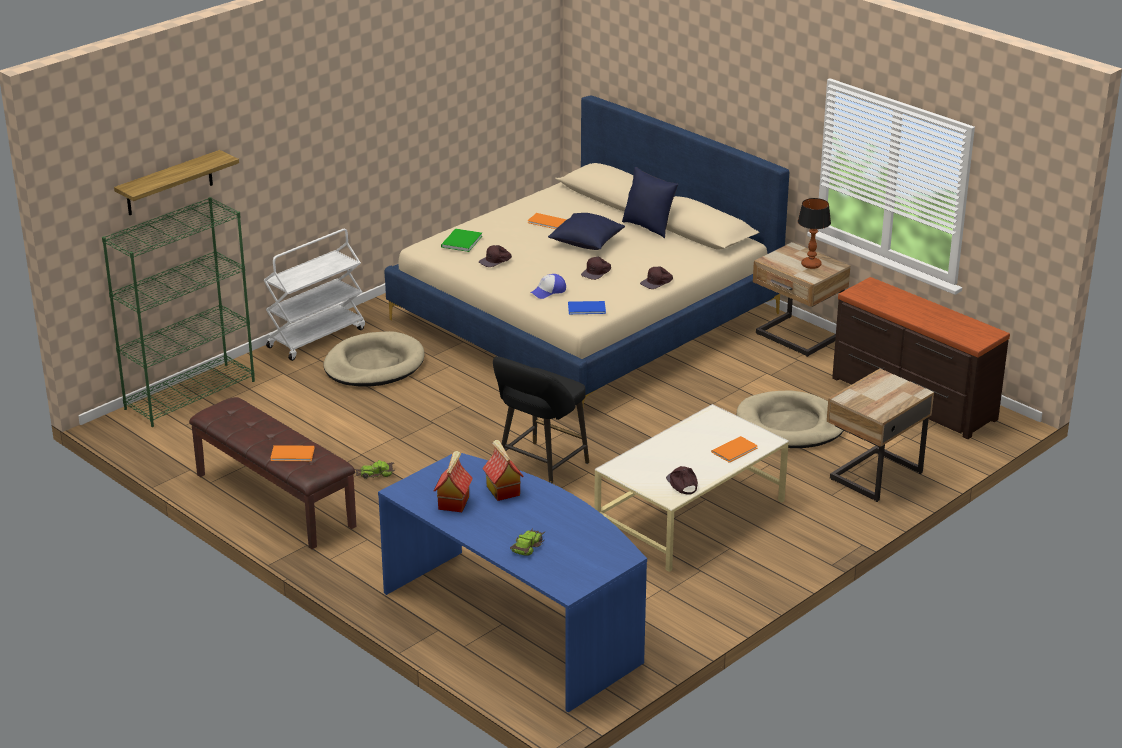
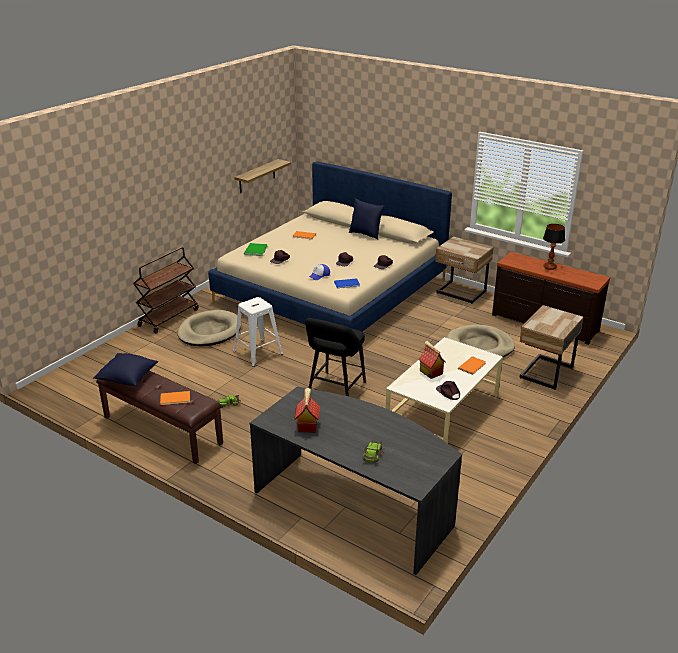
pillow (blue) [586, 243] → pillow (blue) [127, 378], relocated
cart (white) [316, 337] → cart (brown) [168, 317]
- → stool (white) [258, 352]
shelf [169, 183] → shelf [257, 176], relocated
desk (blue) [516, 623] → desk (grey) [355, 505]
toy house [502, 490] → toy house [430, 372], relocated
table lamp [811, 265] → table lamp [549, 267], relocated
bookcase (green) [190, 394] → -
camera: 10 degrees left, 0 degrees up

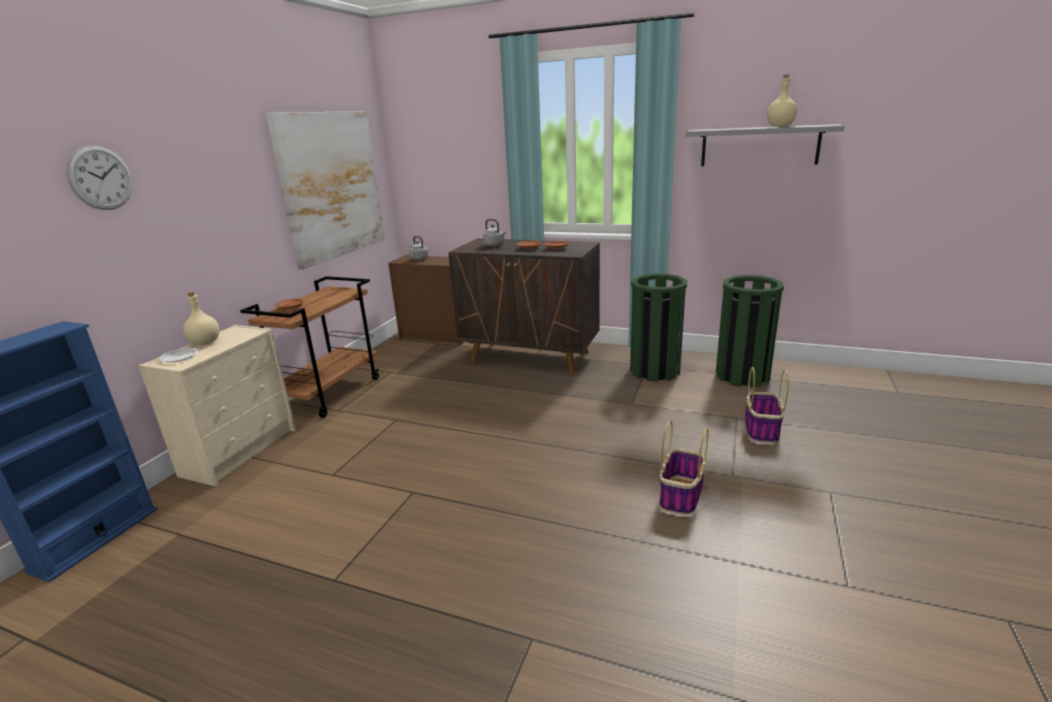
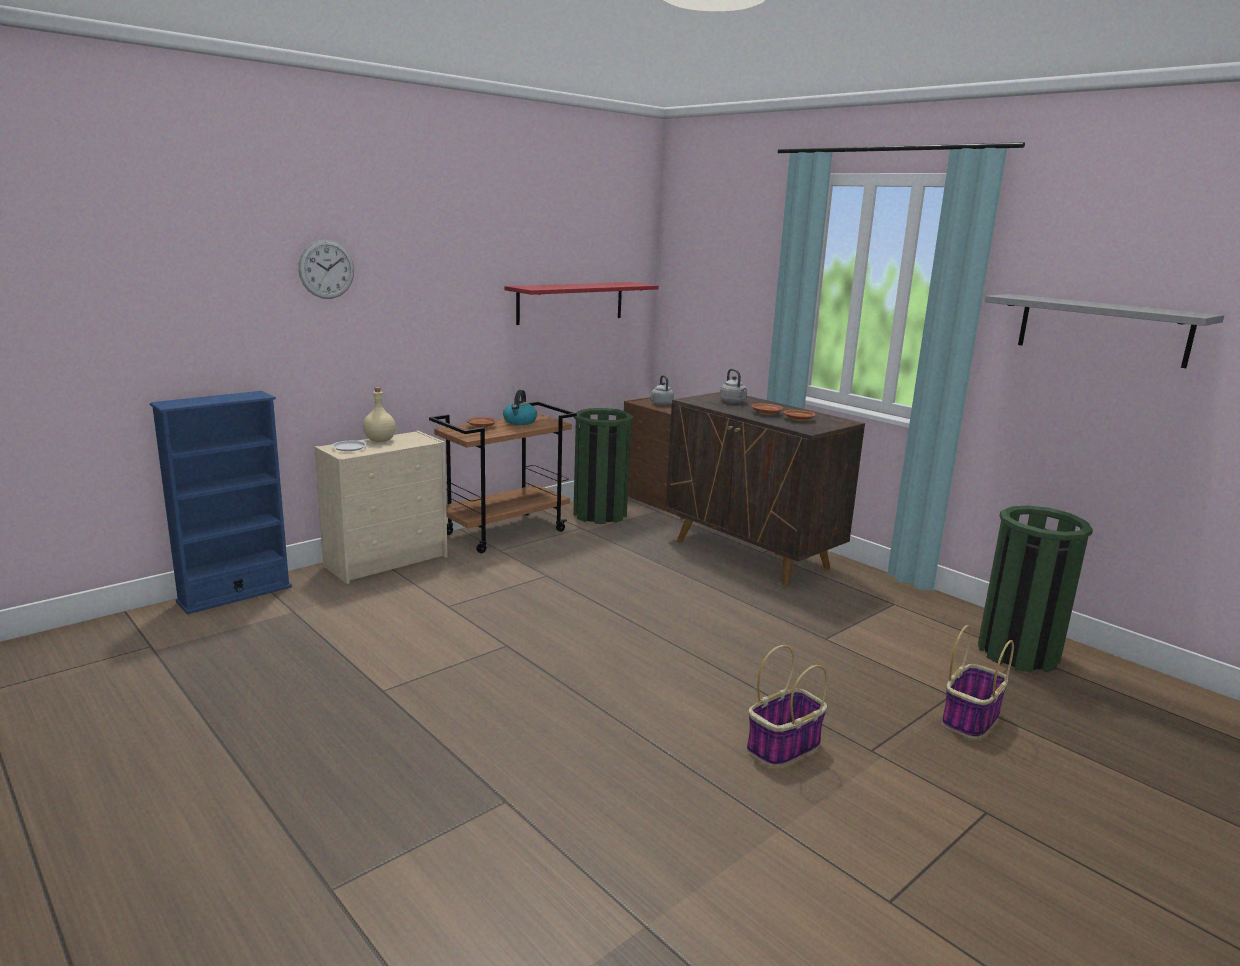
- → kettle [520, 422]
picture [332, 185] → shelf (red) [571, 302]
trash can (green) [655, 370] → trash can (green) [600, 514], relocated
bottle (beige) [780, 126] → -
camera: 25 degrees right, 5 degrees down

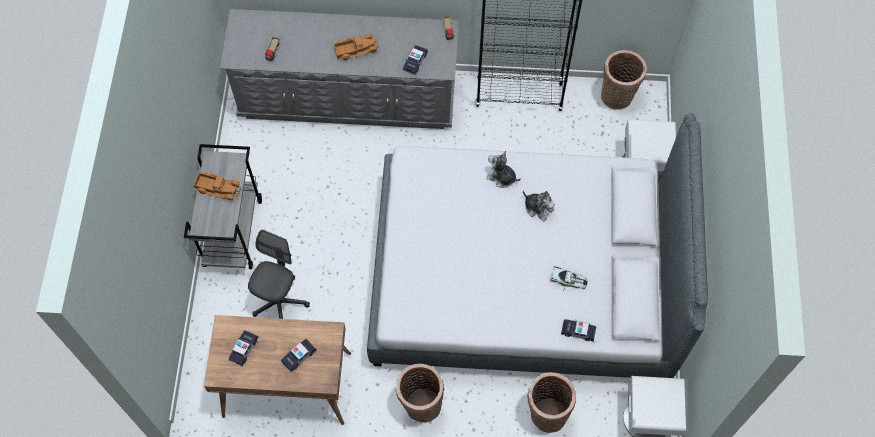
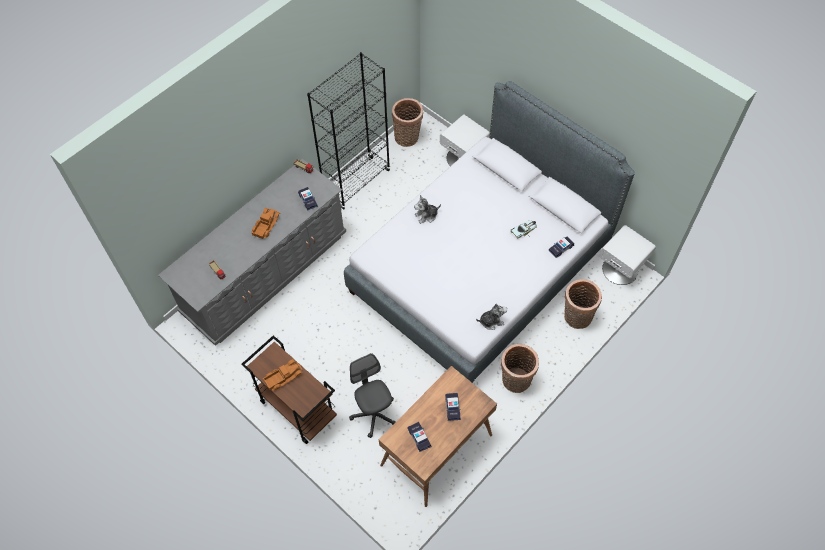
cart (grey) [233, 231] → cart (brown) [296, 408]
plush toy [538, 208] → plush toy [491, 321], relocated
camera: 50 degrees left, 5 degrees down

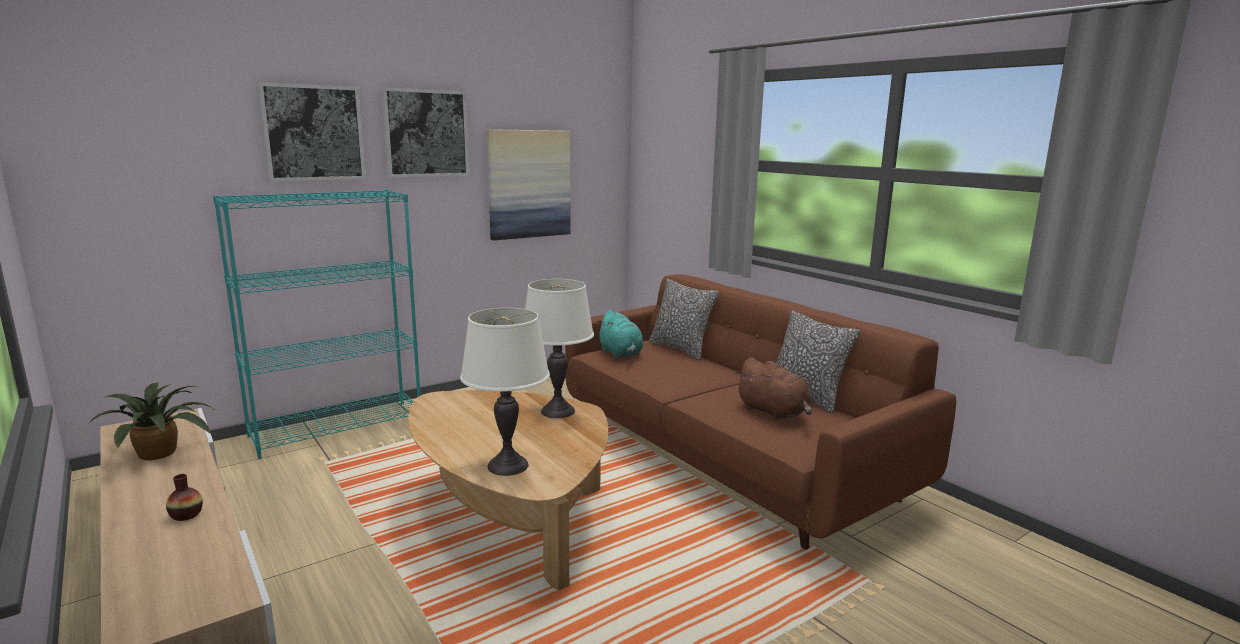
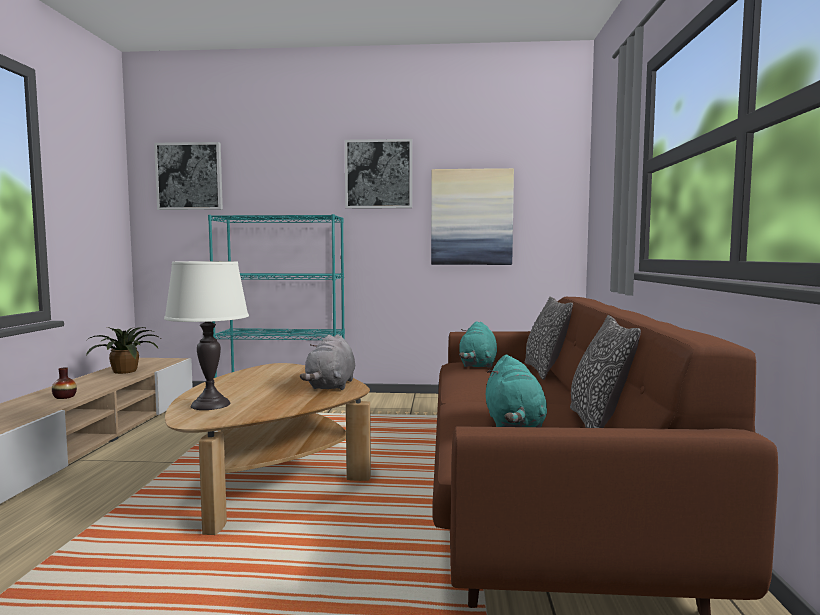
picture [313, 133] → picture [189, 176], relocated
table lamp (white) [558, 411] → plush toy (grey) [331, 386]
plush toy (brown) [774, 412] → plush toy (turquoise) [514, 425]
camera: 40 degrees right, 10 degrees down

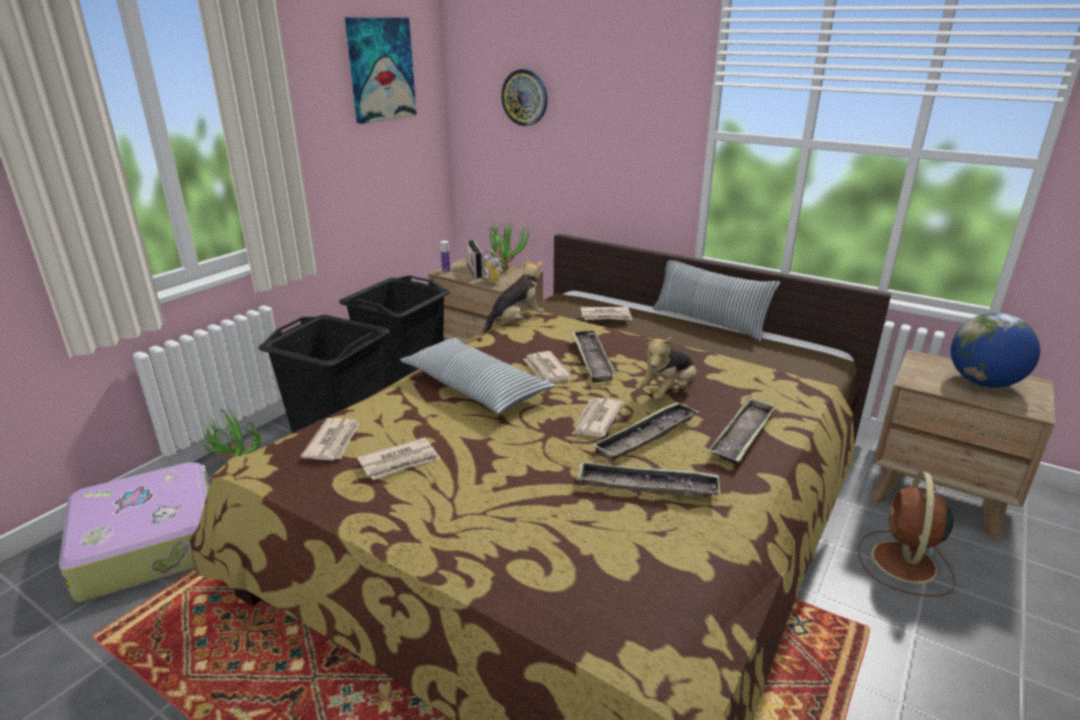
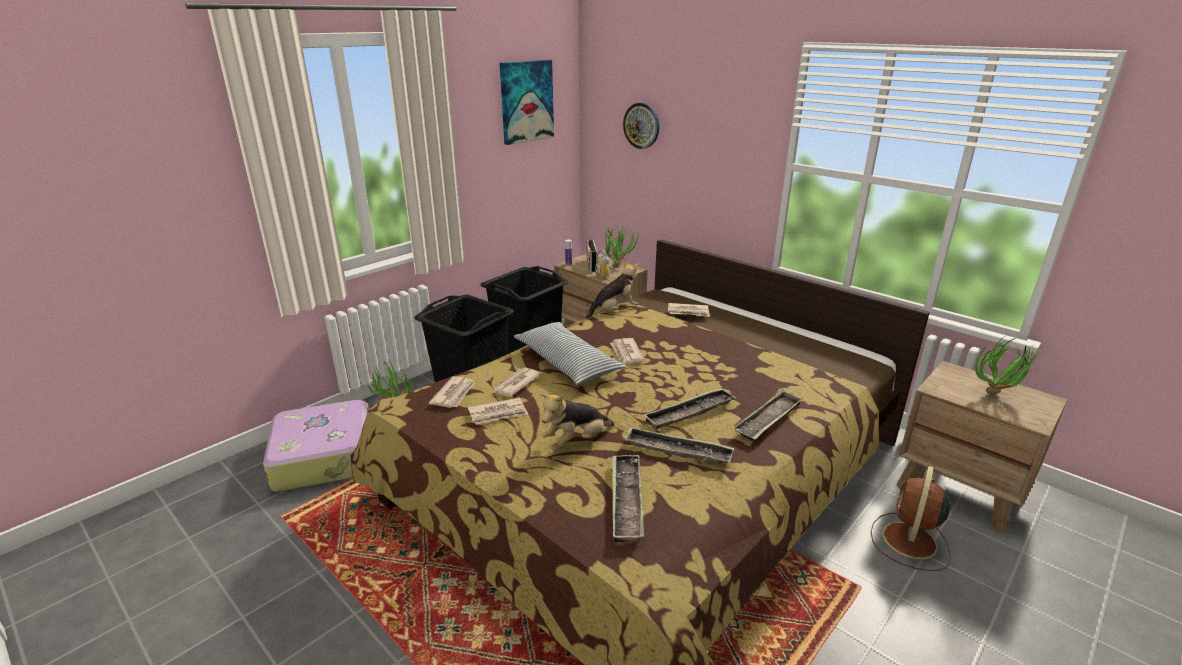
newspaper [596, 420] → newspaper [515, 384], relocated
plush toy [667, 392] → plush toy [576, 442], relocated
tray [592, 359] → tray [626, 501], relocated
globe [983, 383] → potted plant [999, 395]
pillow [709, 322] → -
camera: 10 degrees right, 0 degrees up

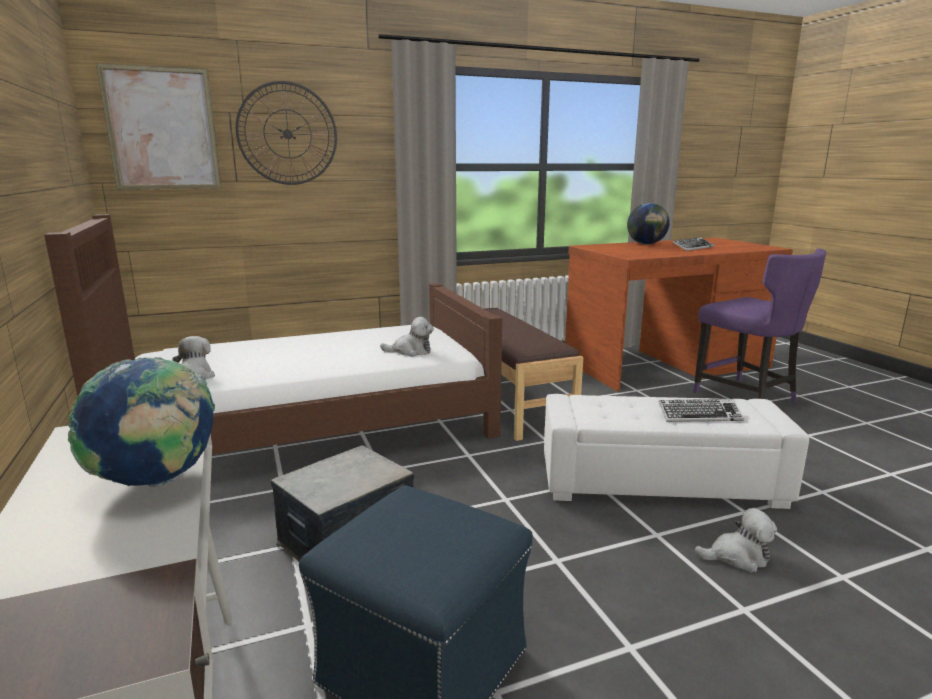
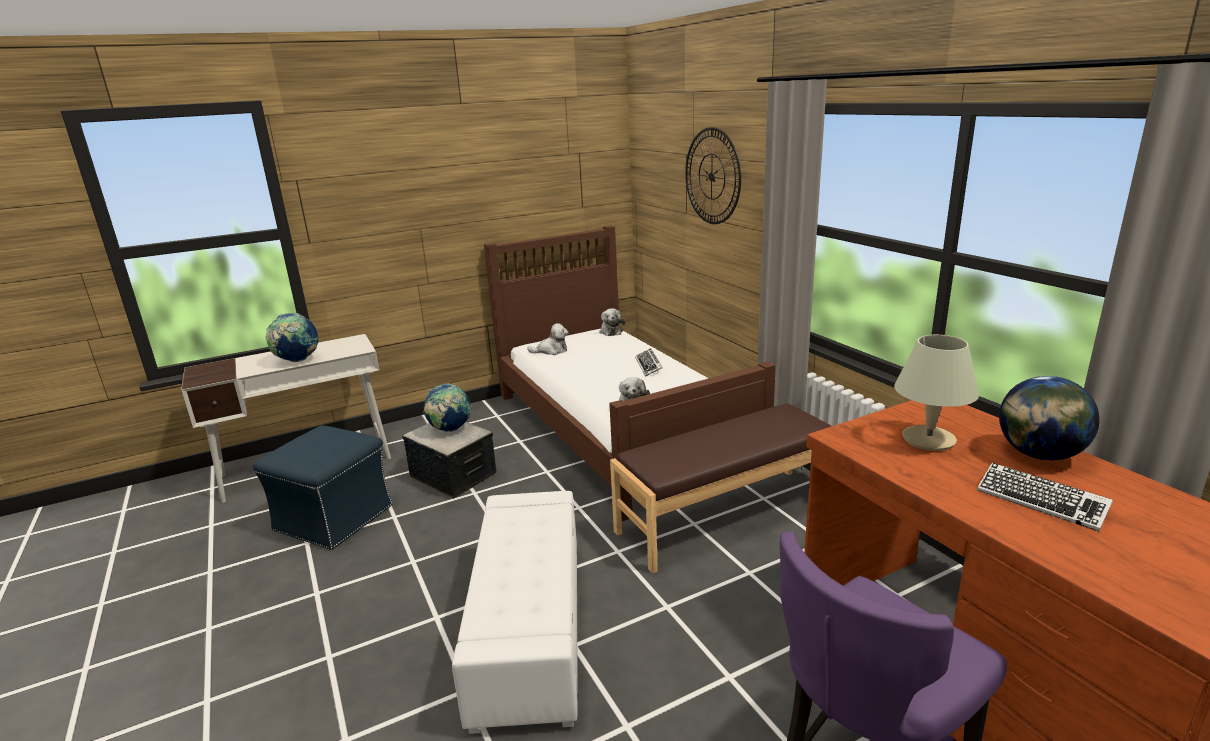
- → globe [450, 430]
plush toy [737, 557] → plush toy [611, 331], relocated
keyboard [699, 415] → keyboard [649, 365], relocated
- → table lamp (beige) [927, 439]
picture [162, 129] → -
camera: 85 degrees right, 5 degrees up

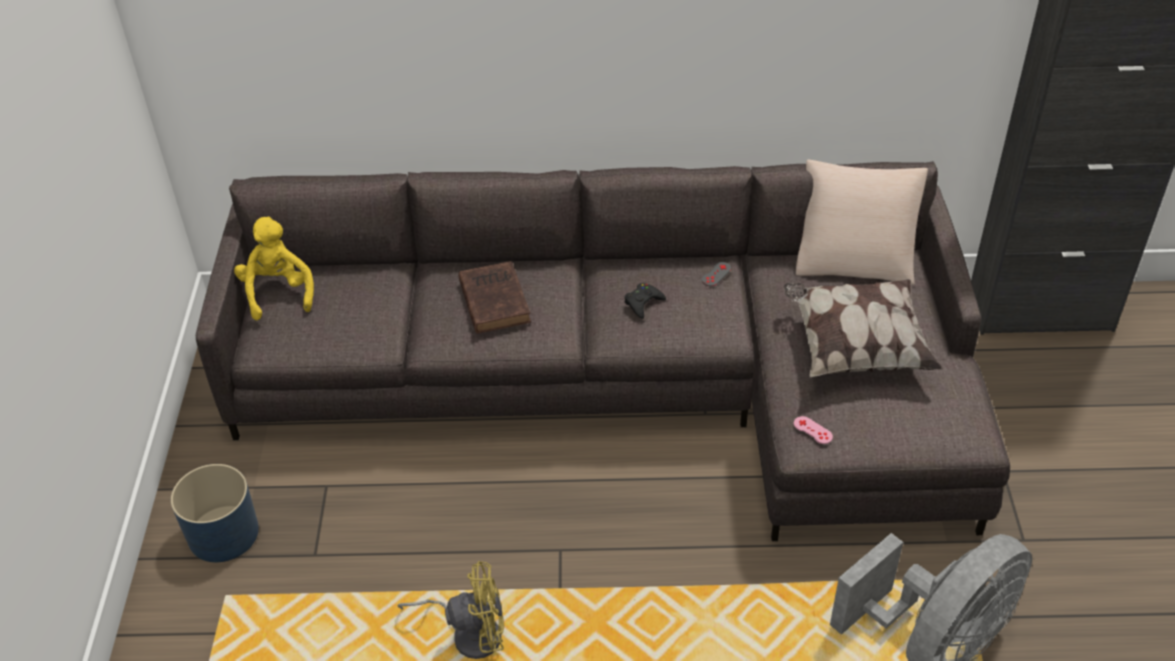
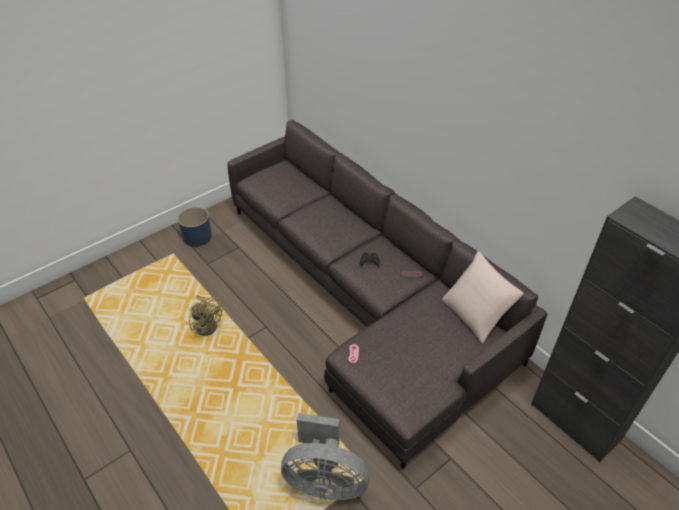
plush toy (yellow) [278, 292] → -
book (brown) [494, 300] → -
pillow [856, 347] → -
camera: 50 degrees right, 0 degrees up

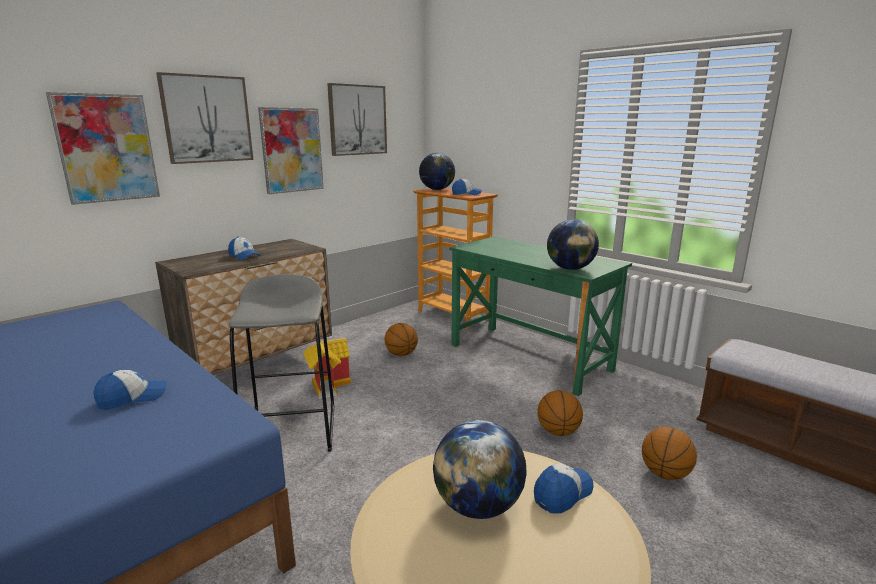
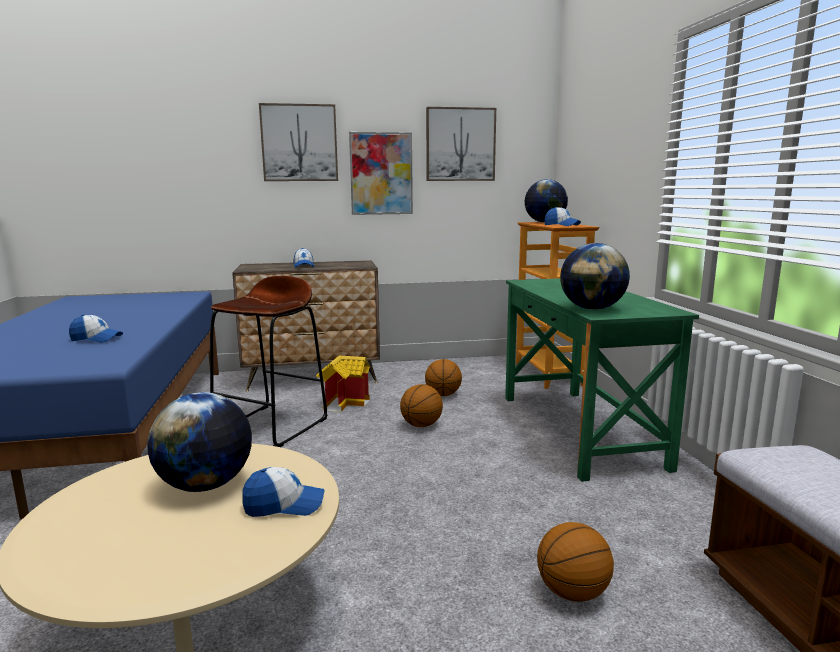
stool (grey) [291, 430] → stool (brown) [271, 426]
basketball [558, 431] → basketball [421, 425], relocated
picture [106, 148] → -
camera: 35 degrees right, 5 degrees down

